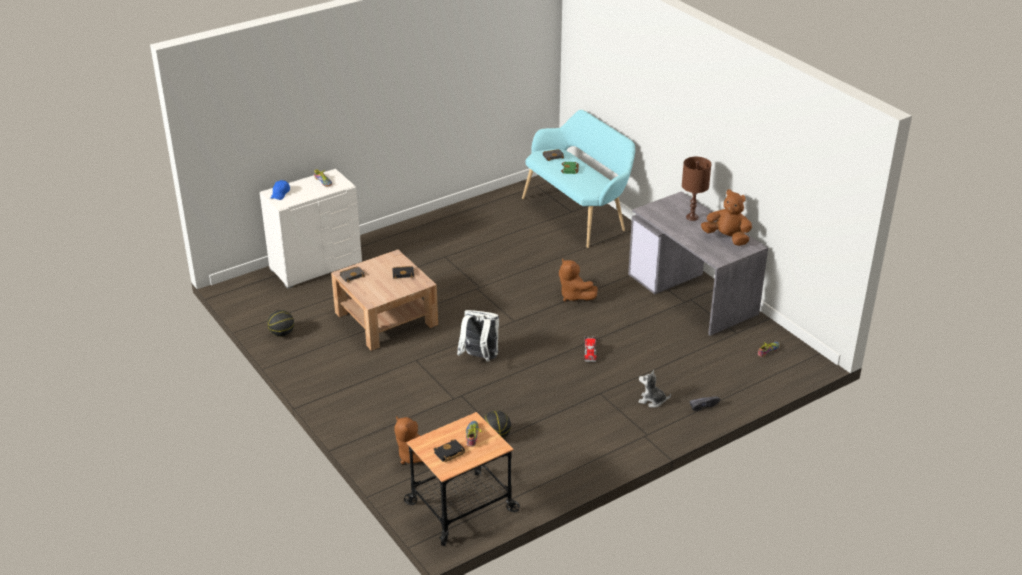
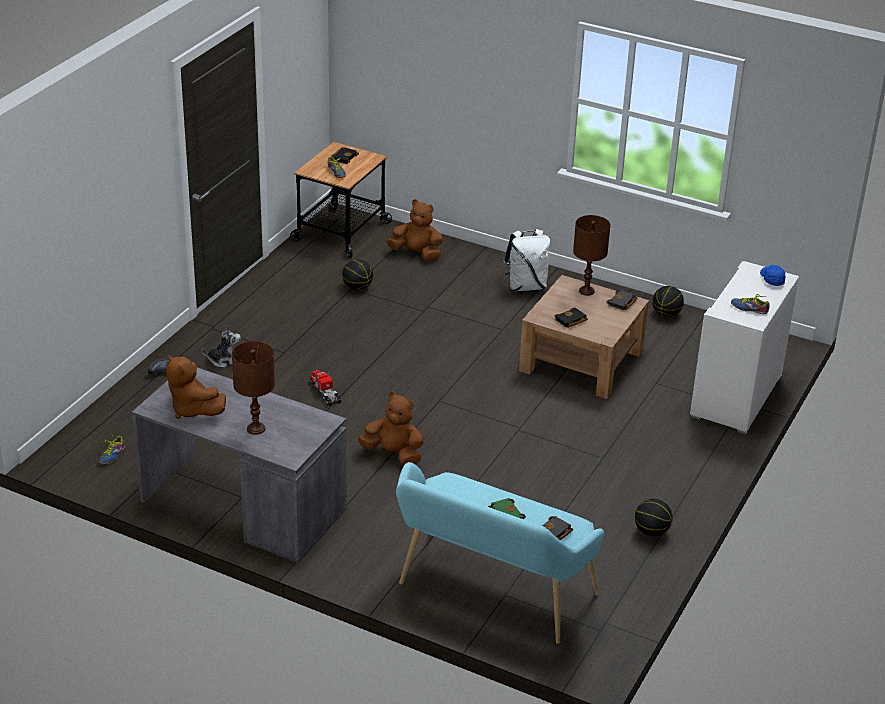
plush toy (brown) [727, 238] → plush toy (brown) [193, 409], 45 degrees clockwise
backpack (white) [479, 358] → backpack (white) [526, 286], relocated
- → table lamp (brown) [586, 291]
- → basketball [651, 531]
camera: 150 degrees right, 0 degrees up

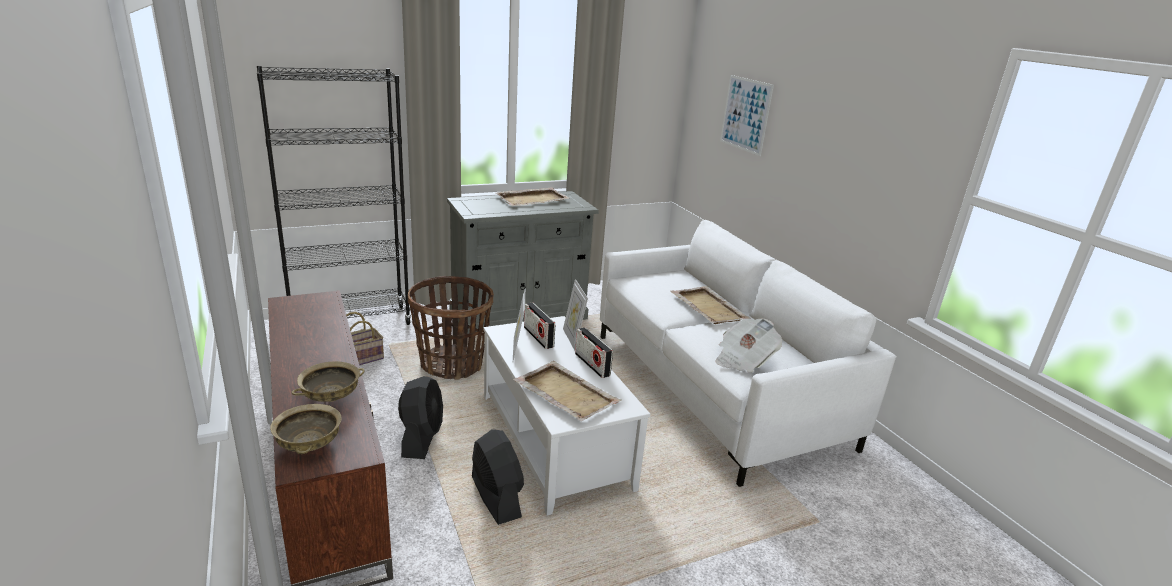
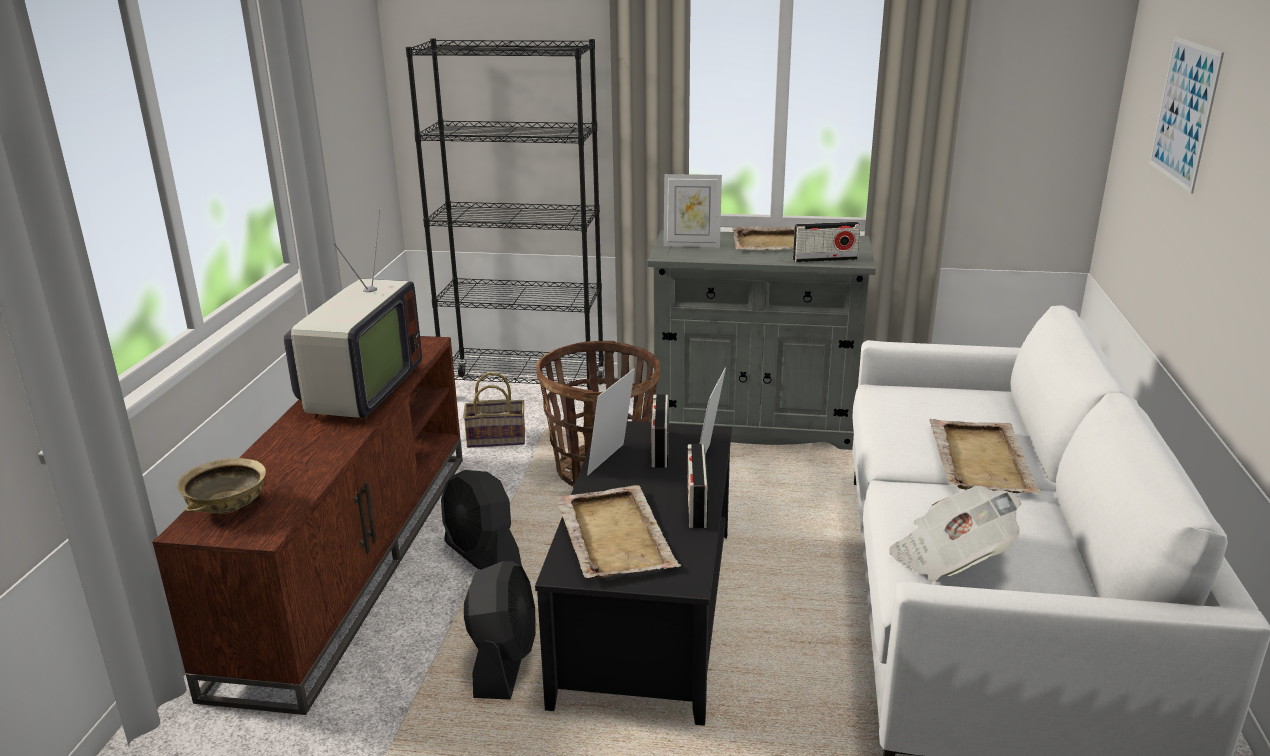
- → television [359, 393]
fan (black) [422, 437] → fan (black) [482, 556], 105 degrees clockwise
coffee table (white) [556, 440] → coffee table (black) [650, 612]
- → picture frame [691, 245]
- → radio [825, 259]
bowl (beige) [330, 396] → -
camera: 35 degrees right, 0 degrees up

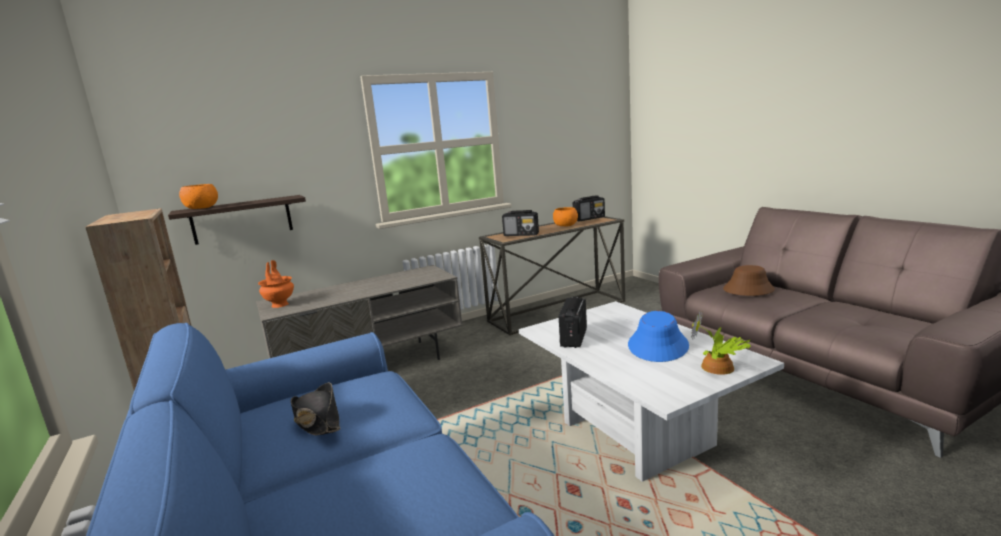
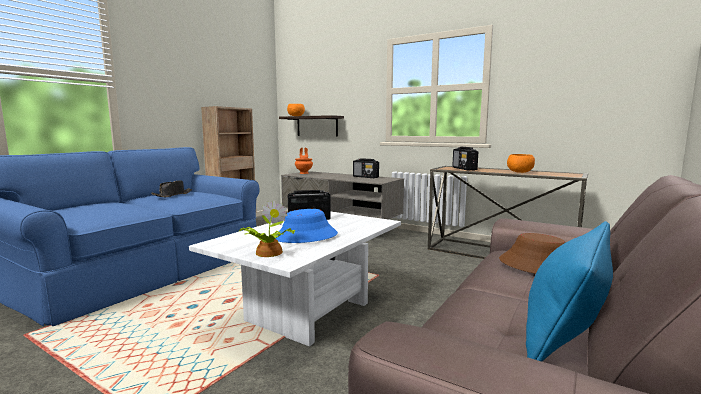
radio [589, 218] → radio [366, 177], relocated
- → pillow (blue) [566, 328]
camera: 60 degrees right, 5 degrees down

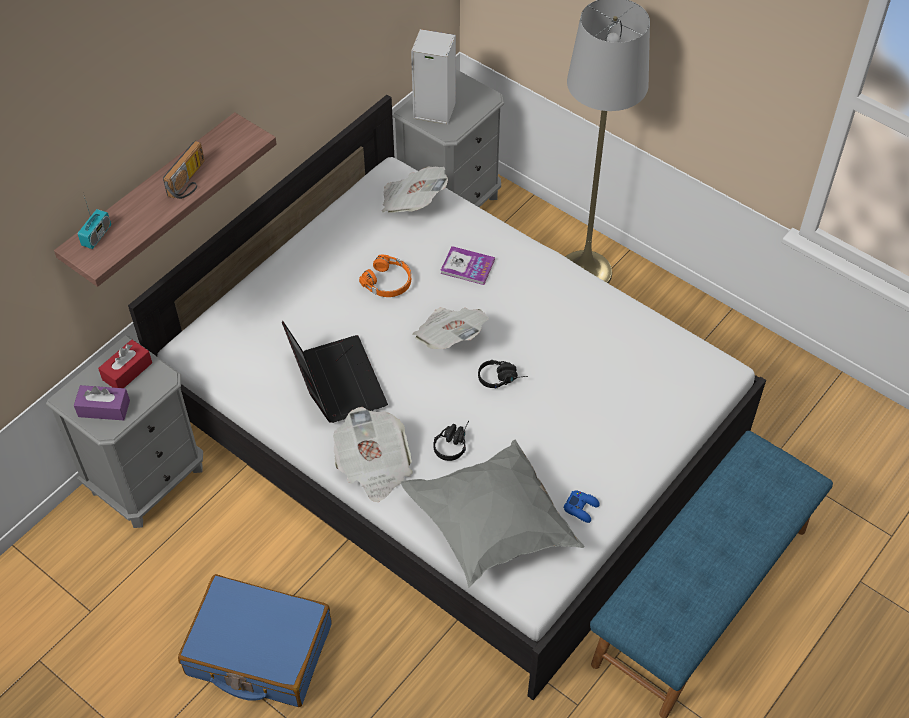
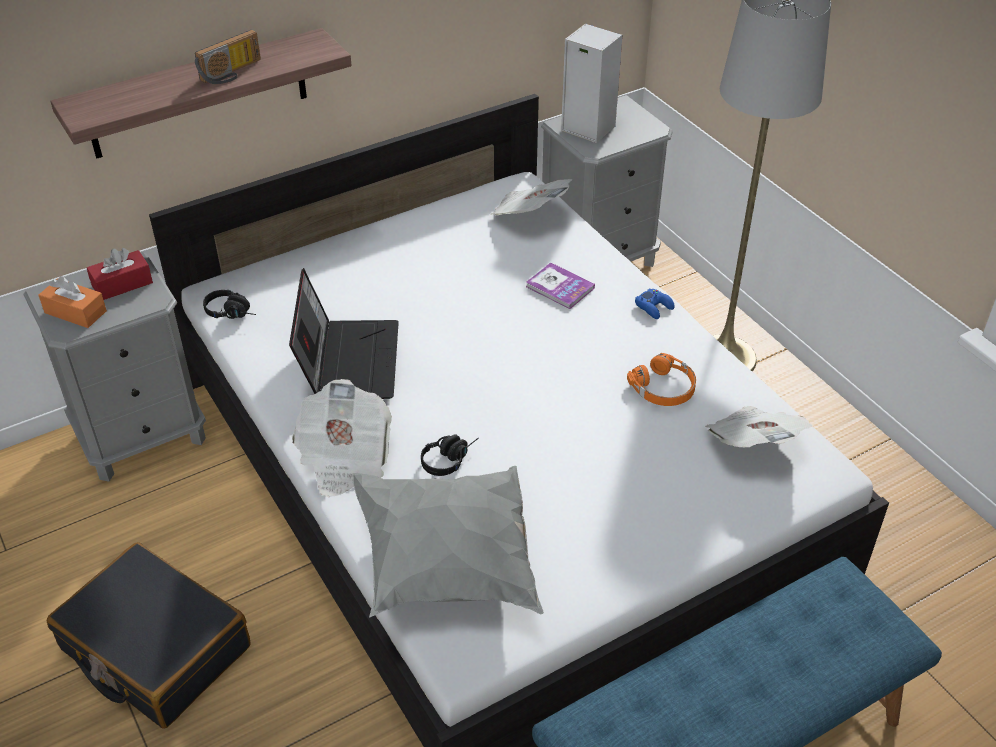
tissue box (purple) [104, 408] → tissue box (orange) [75, 312]
suitcase (blue) [258, 650] → suitcase (black) [155, 649]
headphones (black) [502, 378] → headphones (black) [233, 312], relocated
headphones (orange) [388, 282] → headphones (orange) [664, 388], relocated
game controller (blue) [581, 508] → game controller (blue) [654, 307], relocated
newspaper [450, 338] → newspaper [753, 444], relocated
radio [96, 236] → -
camera: 20 degrees right, 10 degrees down

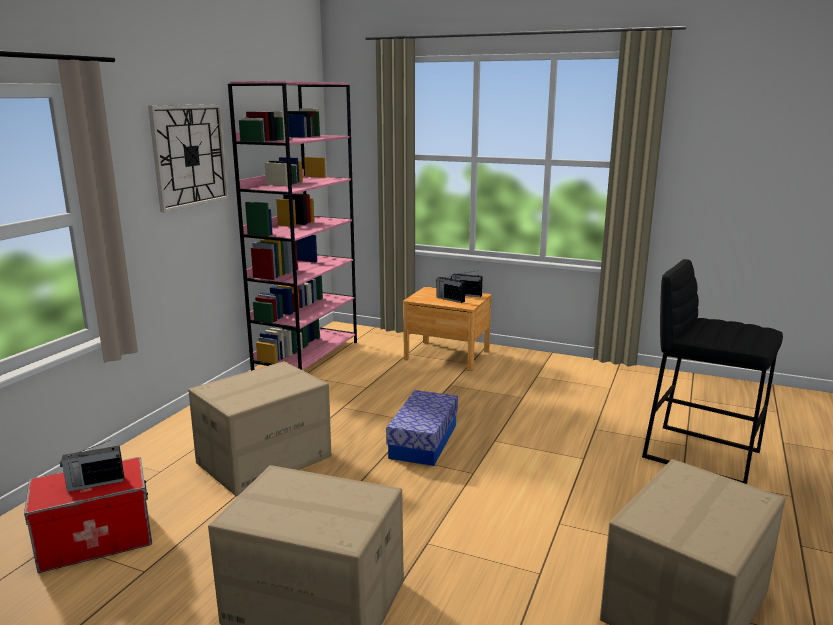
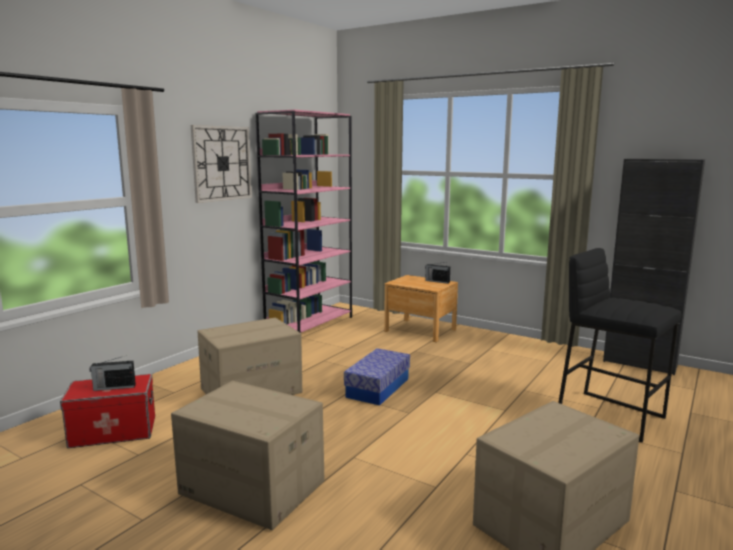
- → cabinet (black) [639, 363]
radio [450, 299] → -
camera: 10 degrees right, 5 degrees down

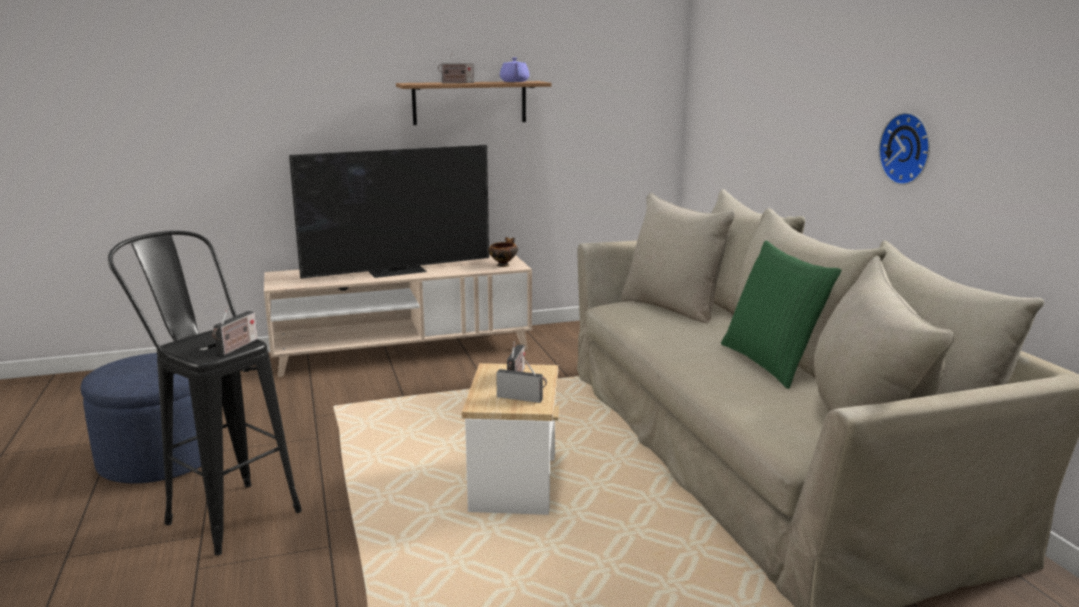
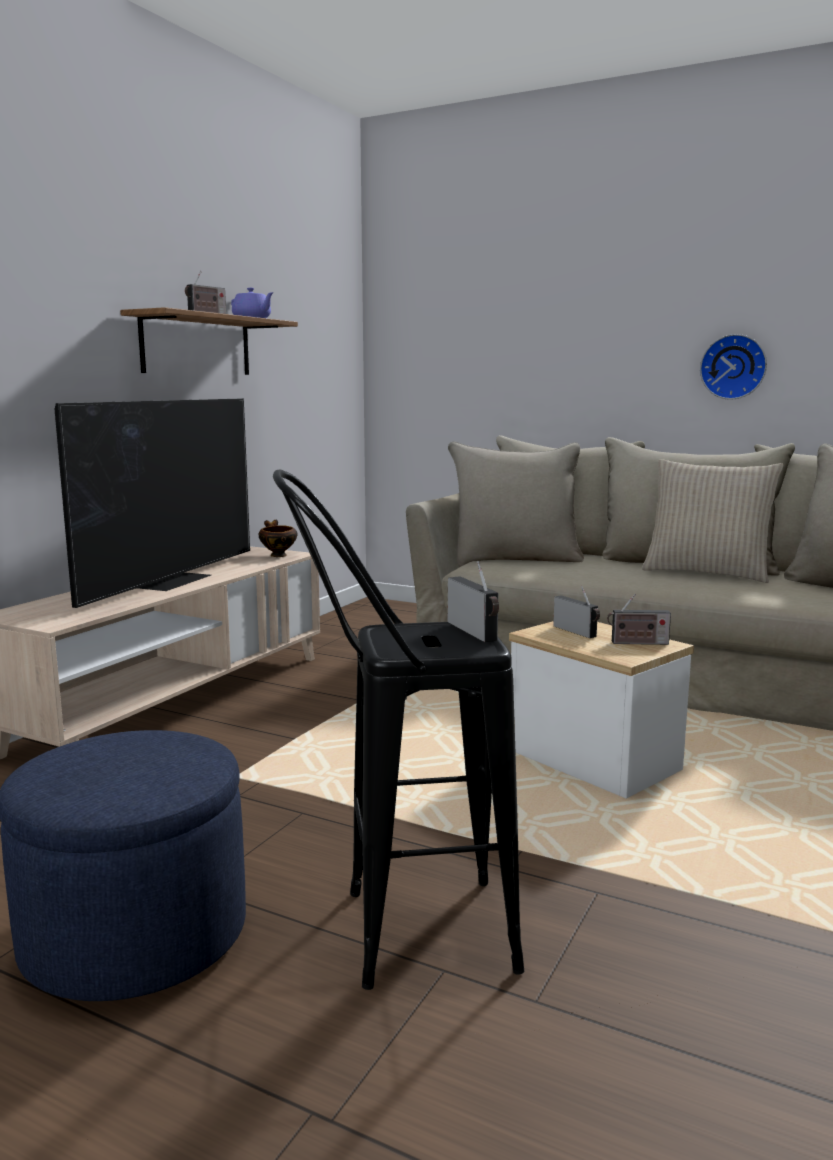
radio [522, 398] → radio [637, 643], 150 degrees counterclockwise
pillow (green) [771, 363] → pillow (beige) [706, 573]
camera: 45 degrees left, 5 degrees down

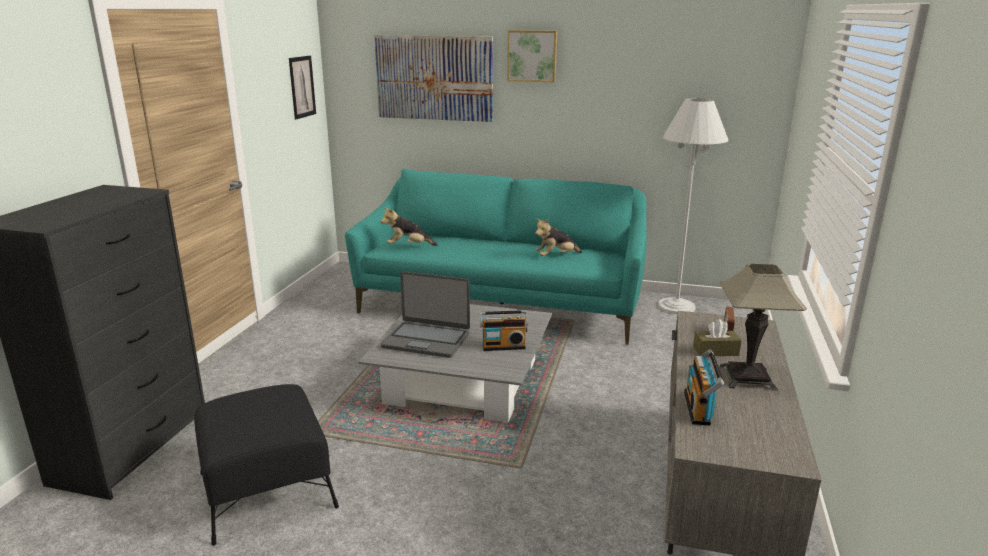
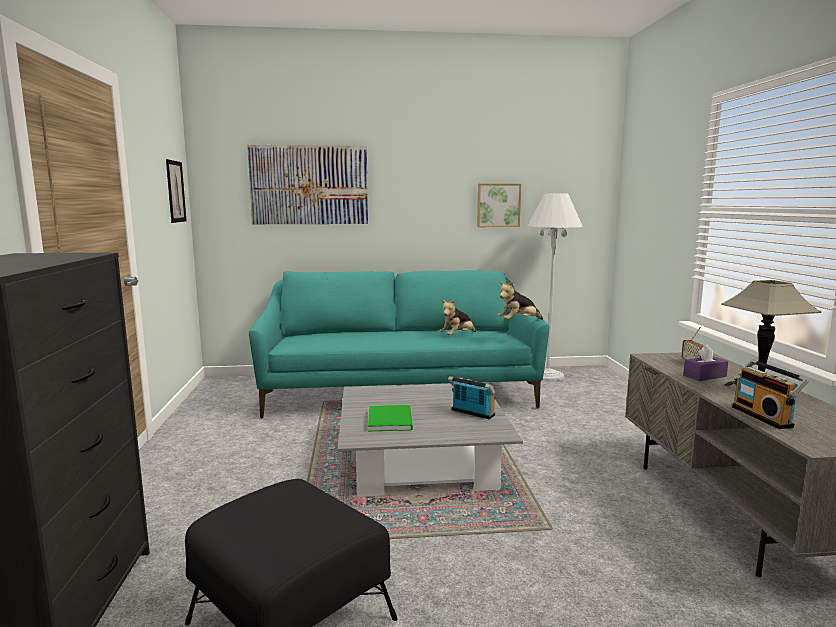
laptop [426, 340] → book (green) [391, 419]
radio [503, 346] → radio [471, 413], 120 degrees counterclockwise
picture [532, 56] → picture [498, 205], relocated
plush toy [408, 246] → plush toy [518, 322], relocated
tissue box (brown) [715, 351] → tissue box (purple) [704, 376]
camera: 20 degrees left, 10 degrees down

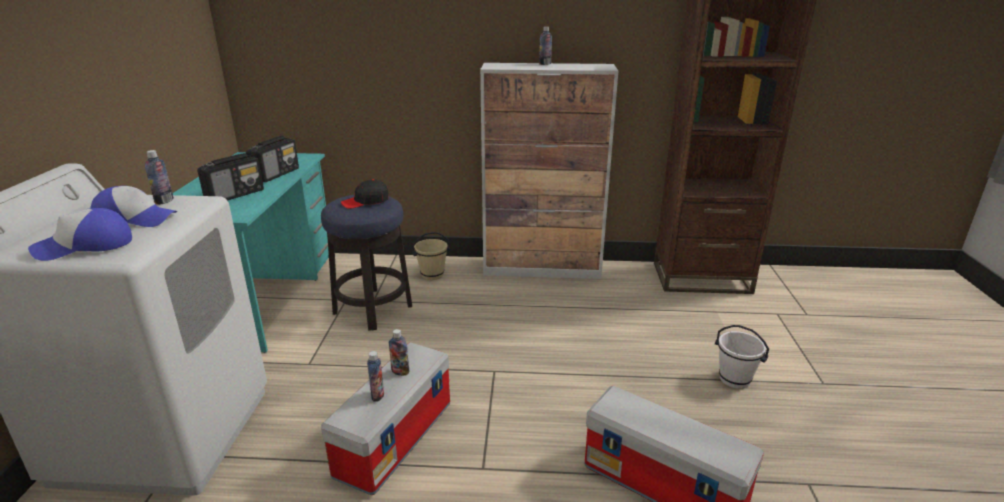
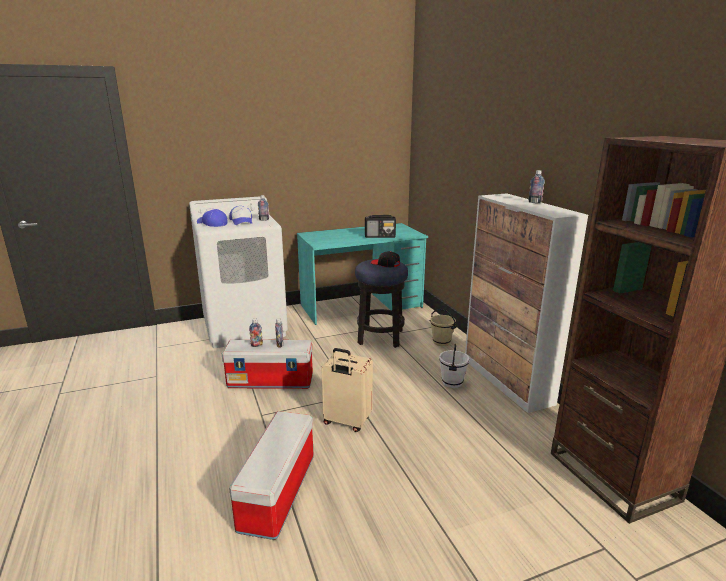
- → suitcase (beige) [346, 422]
bucket (white) [734, 379] → bucket (white) [452, 383], relocated
radio [235, 195] → -
camera: 65 degrees right, 5 degrees down

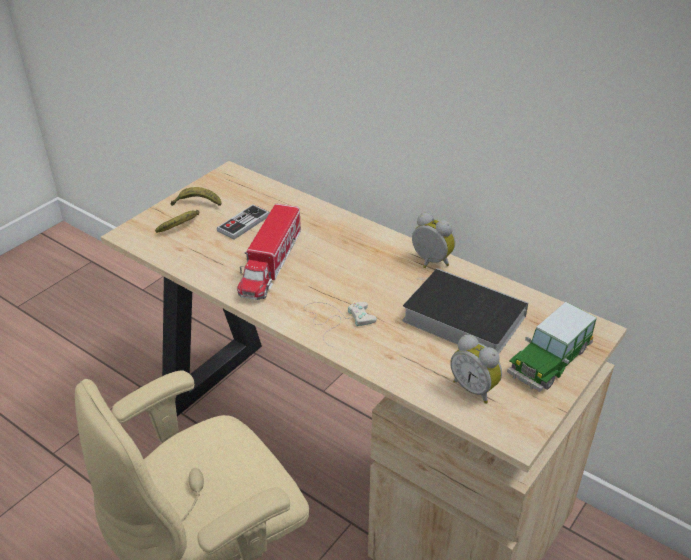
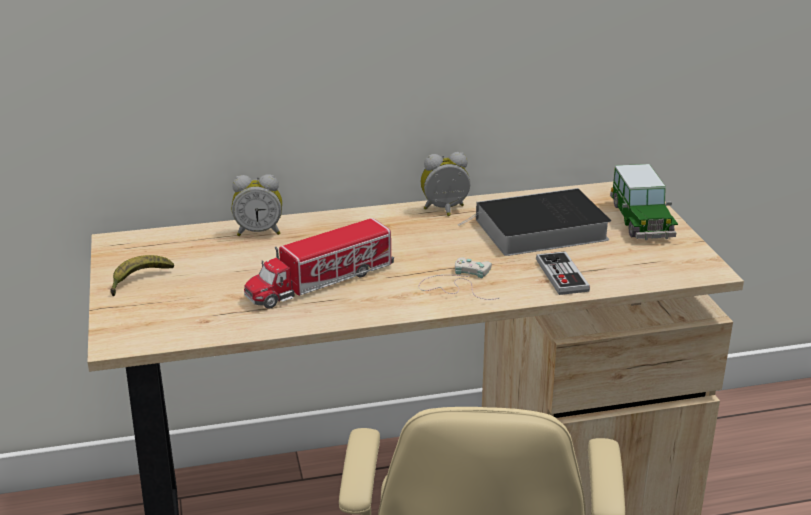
alarm clock [474, 388] → alarm clock [259, 231], relocated
toy truck [270, 264] → toy truck [320, 282], 90 degrees clockwise
game controller [243, 223] → game controller [562, 275], relocated
banana [181, 226] → -
camera: 50 degrees left, 10 degrees down

